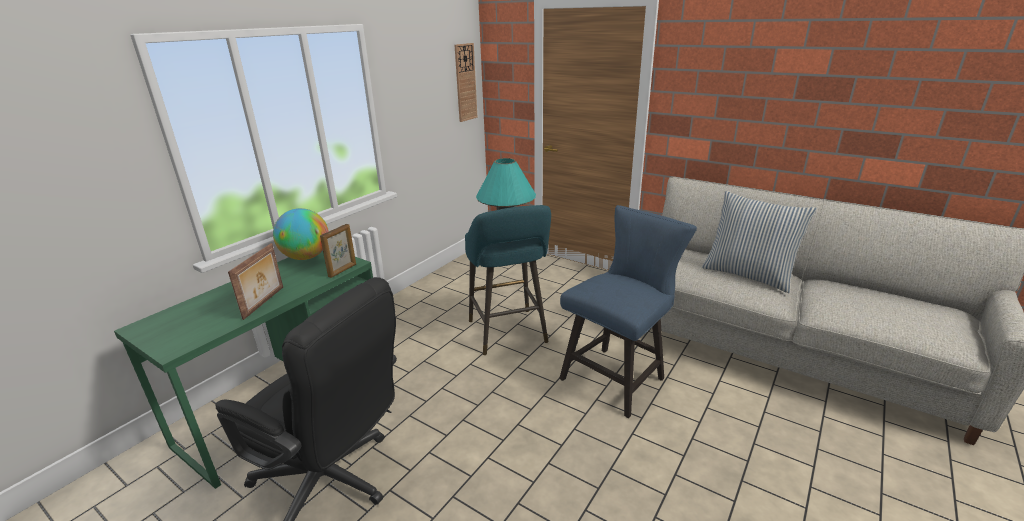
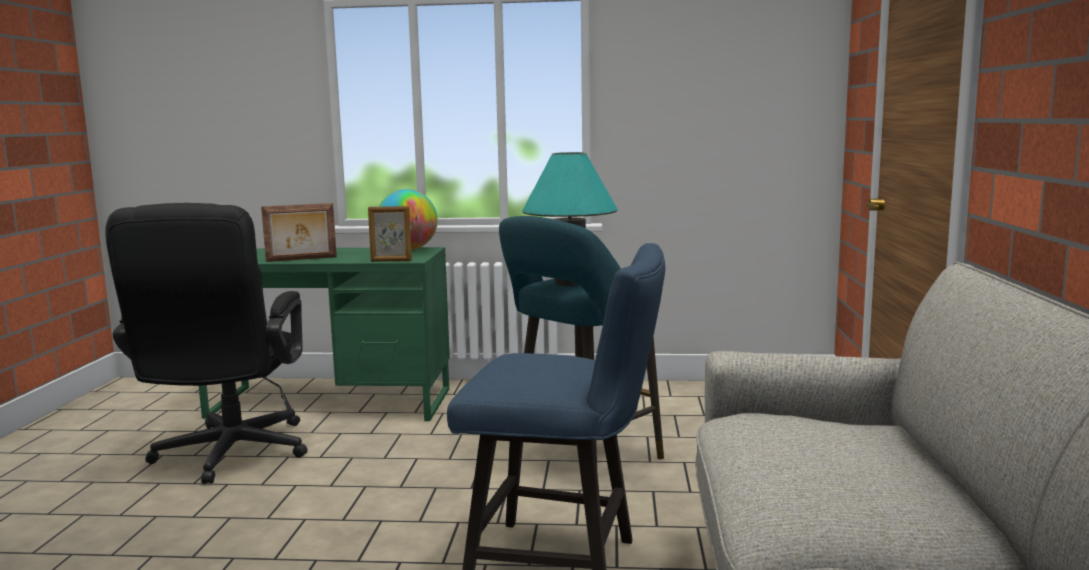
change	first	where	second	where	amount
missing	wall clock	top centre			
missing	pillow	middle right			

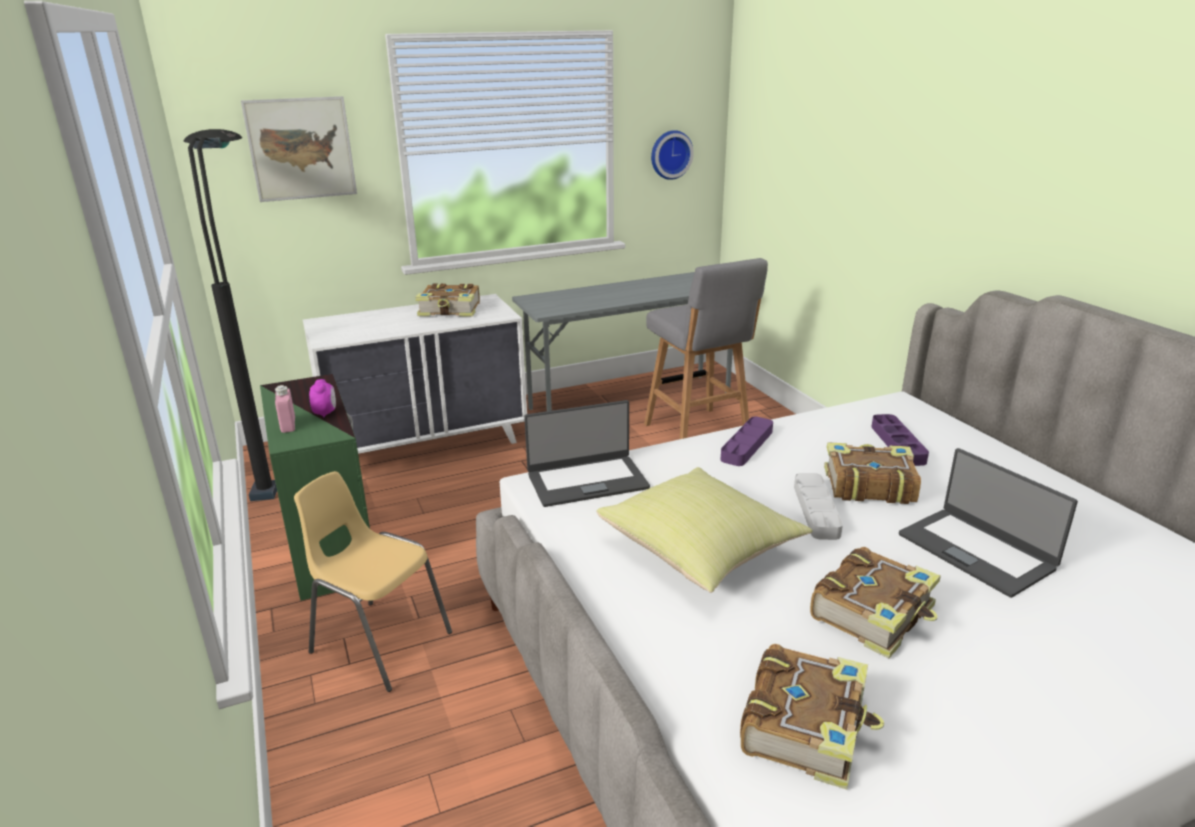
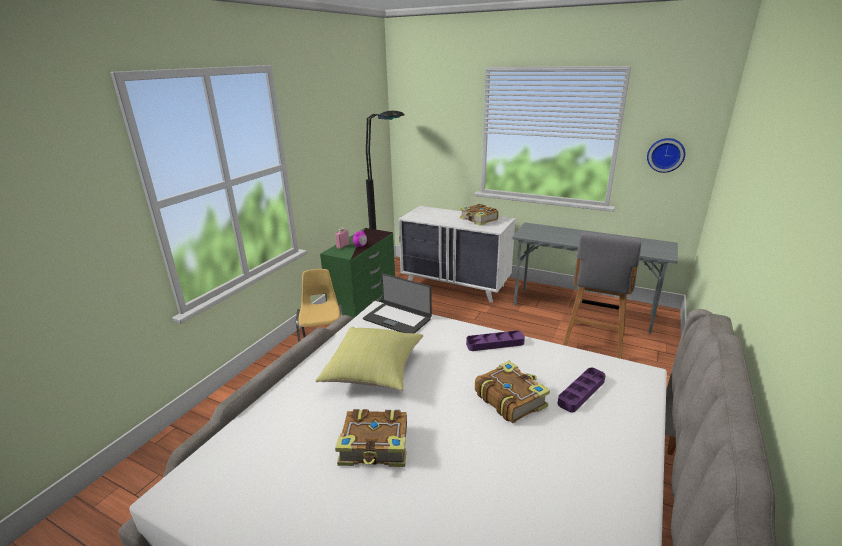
change	first	where	second	where	amount
missing	picture	top left			
missing	book (no. 2 from left)	bottom right			
missing	grey tray	middle right			
missing	laptop (no. 2 from left)	middle right			

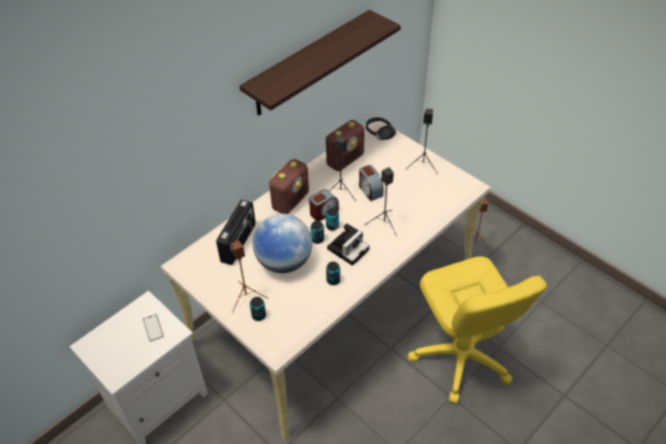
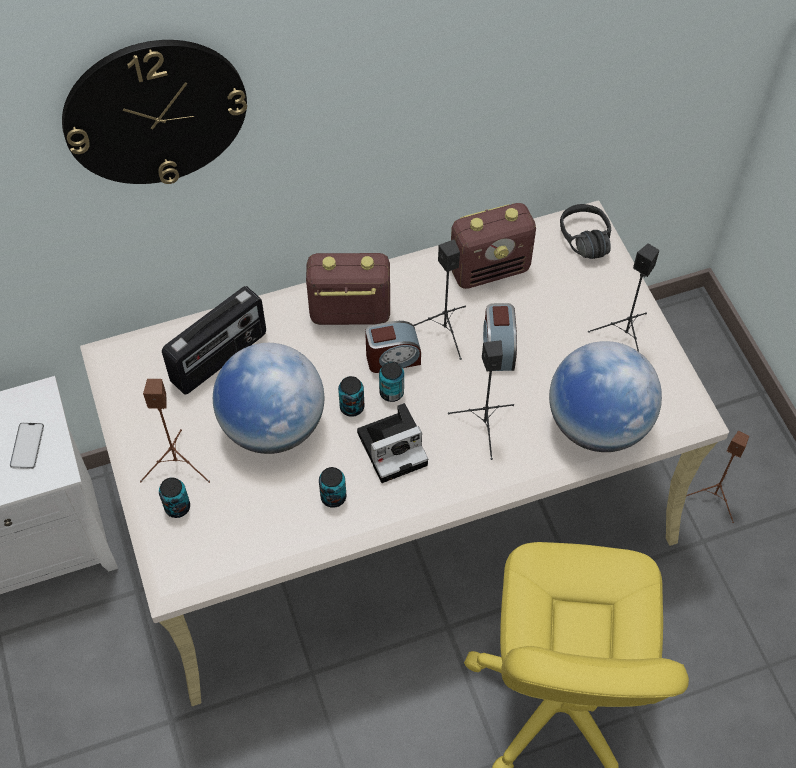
change	first	where	second	where	amount
missing	shelf	top centre			
appeared			wall clock	top left	
appeared			globe (no. 2 from left)	middle right	
spun	radio (no. 2 from left)	centre		centre	150 degrees counterclockwise

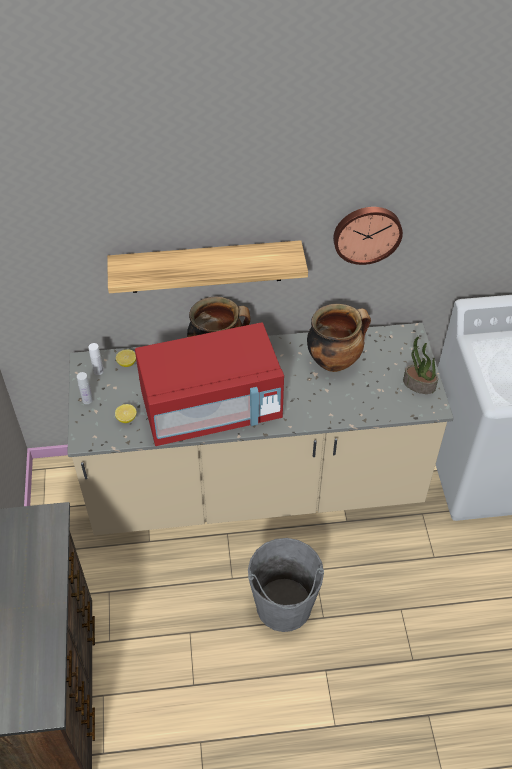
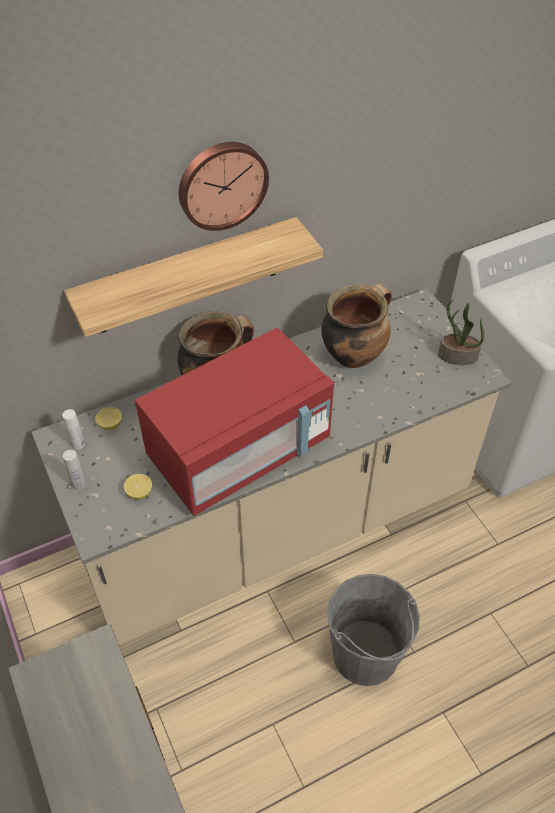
change	first	where	second	where	amount
relocated	wall clock	top right		top centre	

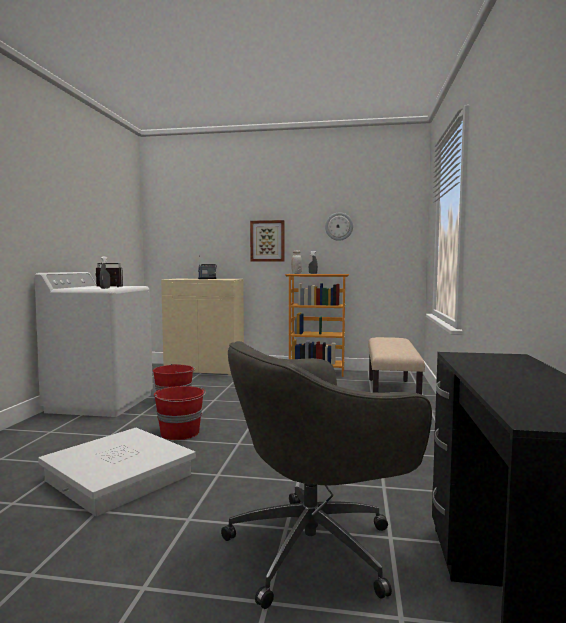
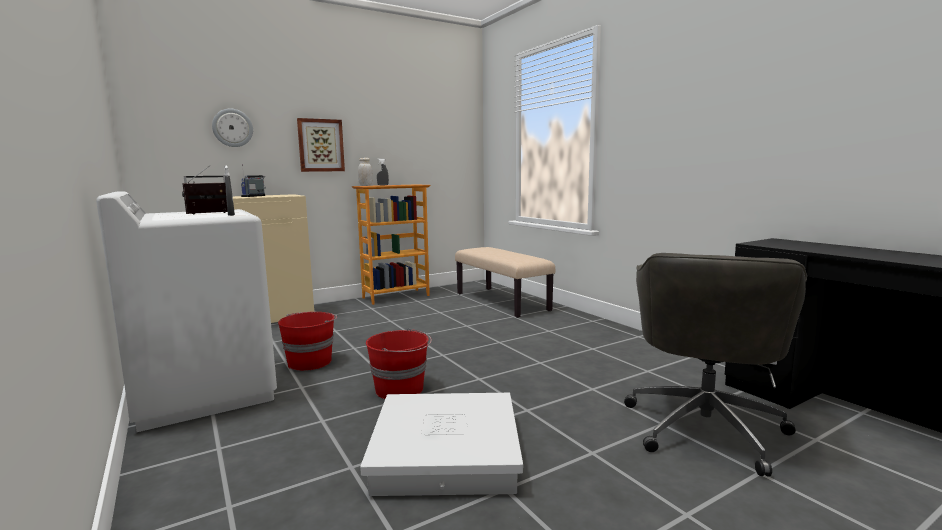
change	first	where	second	where	amount
relocated	wall clock	centre		top left	

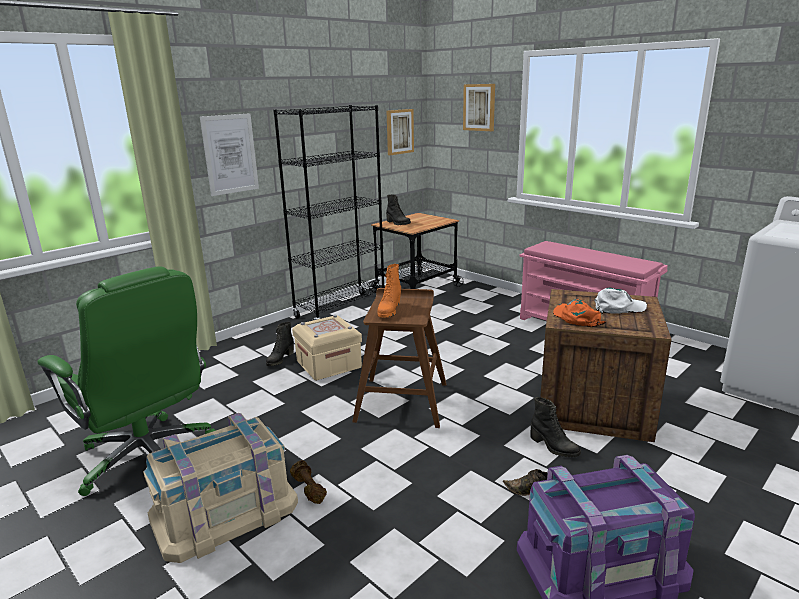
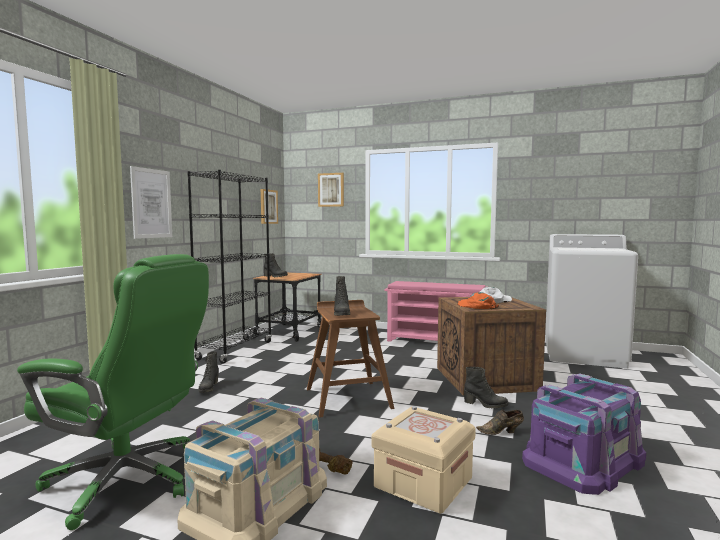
change	first	where	second	where	amount
relocated	beige storage box (no. 2 from left)	centre		bottom centre	
colour	orange boot	centre	black boot (no. 3 from left)	centre	

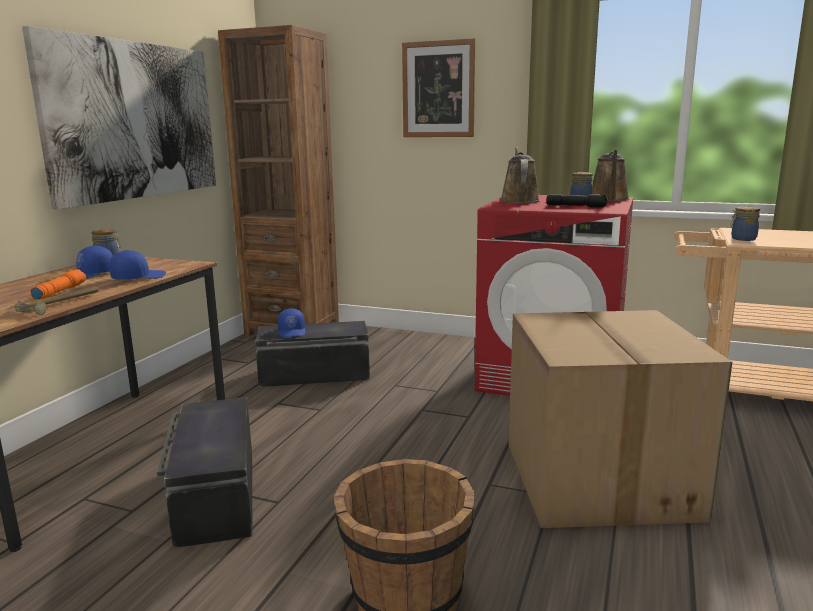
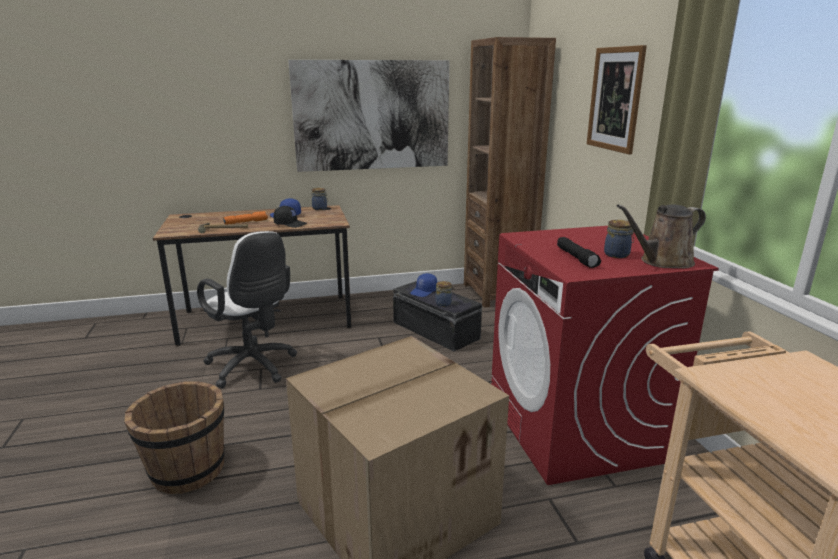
change	first	where	second	where	amount
missing	brown watering can (no. 1 from left)	top centre			
relocated	jar (no. 3 from left in the first image)	middle right	jar (no. 2 from left)	centre	
exchanged	black storage box (no. 1 from left)	bottom left	white office chair	middle left	
colour	blue cap (no. 2 from left)	middle left	black cap	centre	

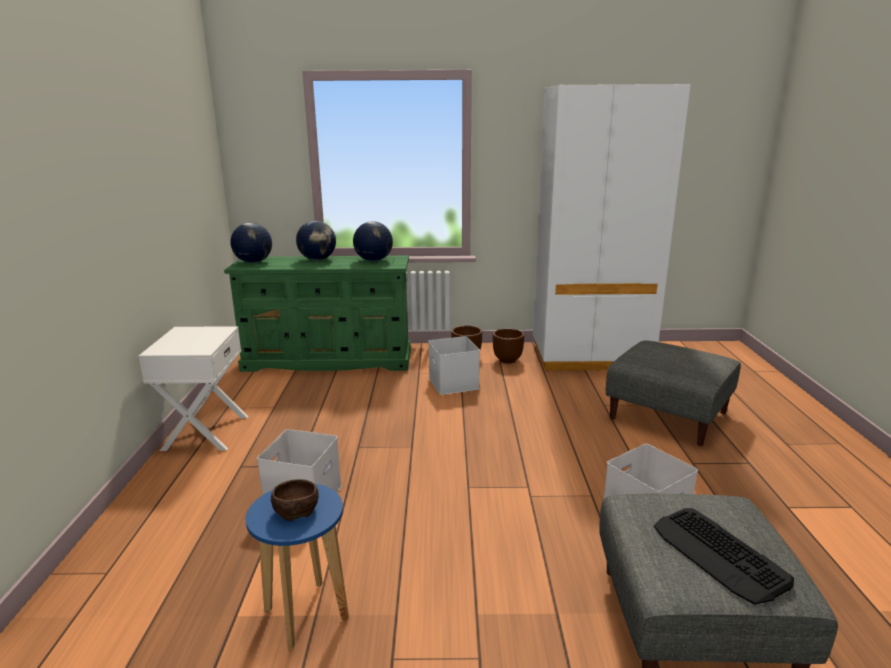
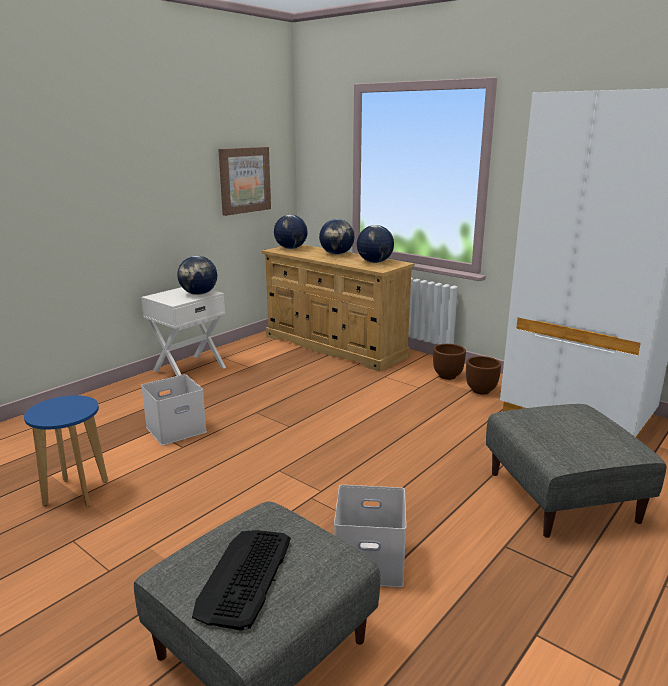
change	first	where	second	where	amount
missing	brown bowl	bottom left			
missing	white storage box (no. 2 from left)	centre			
appeared			globe (no. 1 from left)	middle left	
appeared			picture	top centre	
colour	green dresser	centre	beige dresser	centre	

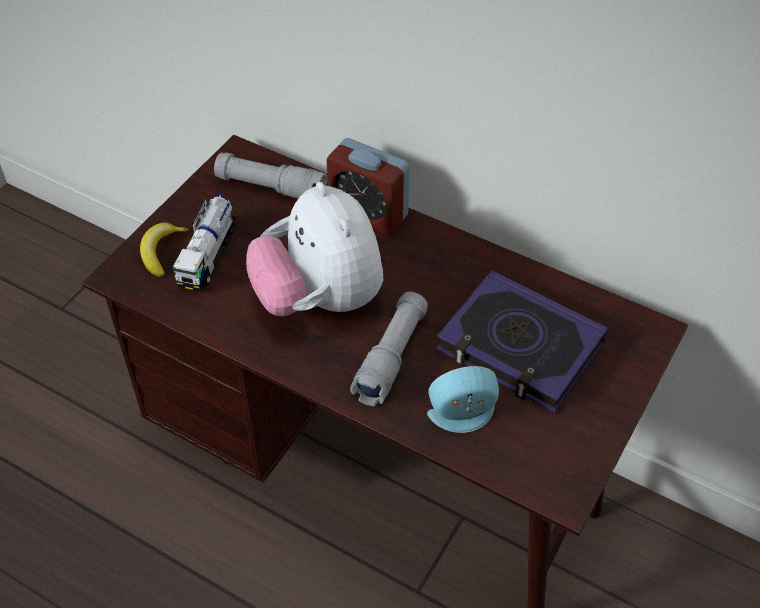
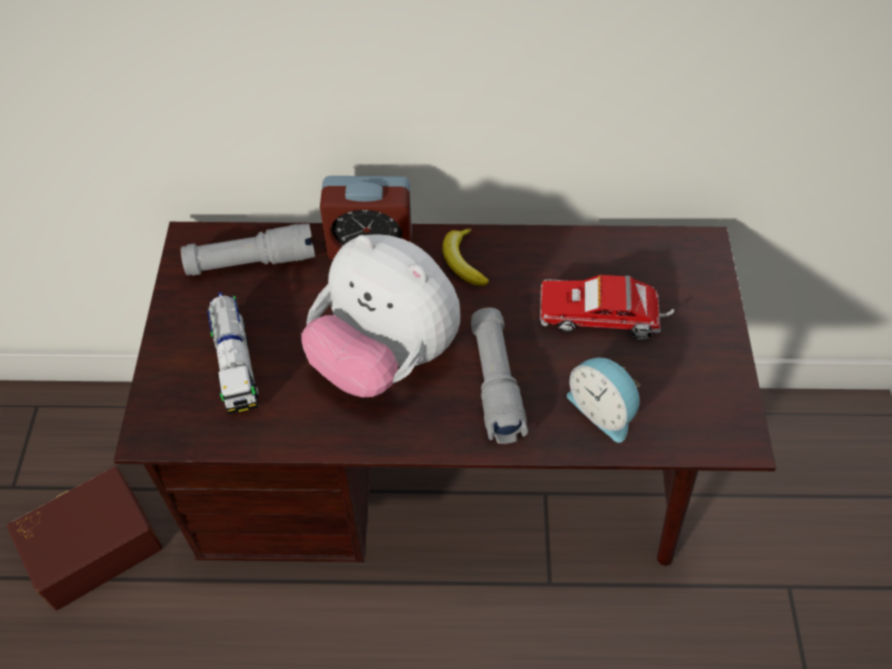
change	first	where	second	where	amount
appeared			brown storage box	bottom left	
relocated	banana	middle left		centre	
exchanged	book	middle right	toy truck (no. 2 from left)	middle right	
spun	alarm clock (no. 2 from left)	centre		middle right	90 degrees counterclockwise

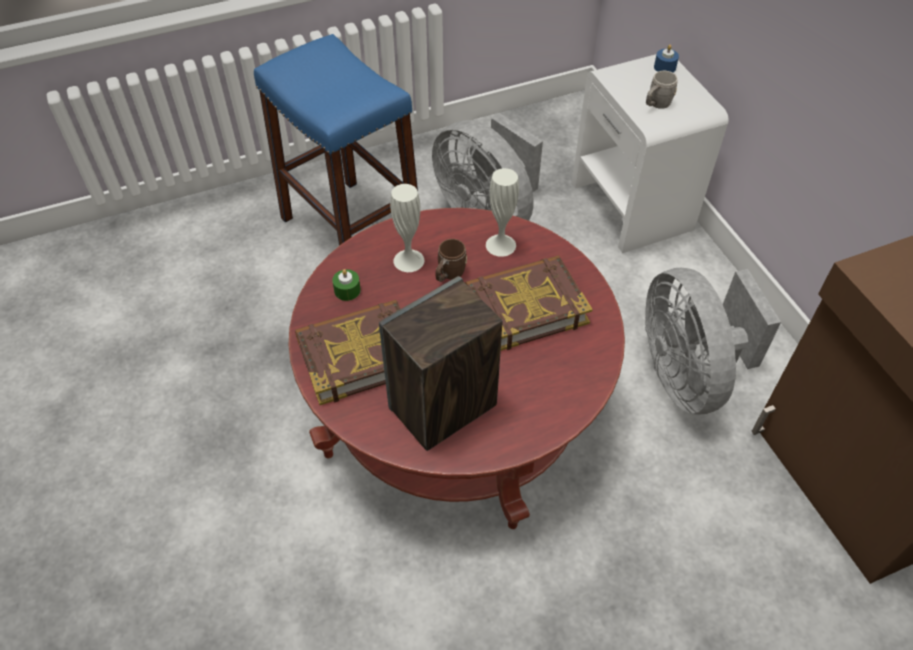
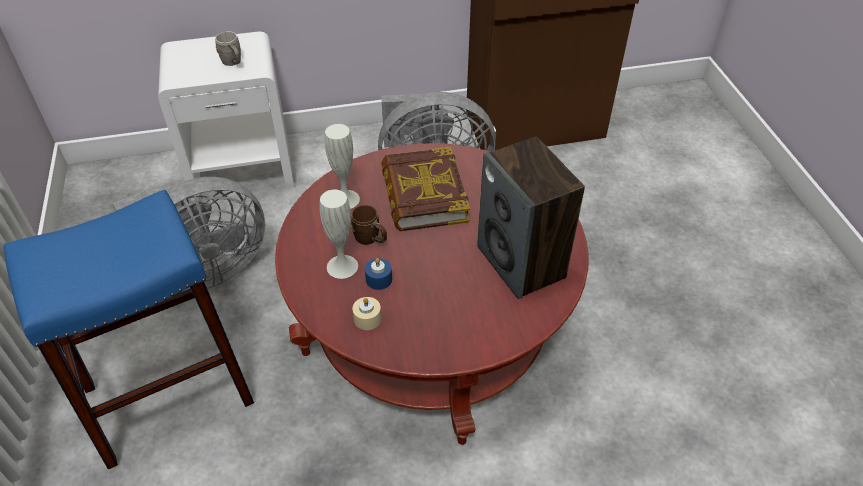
change	first	where	second	where	amount
missing	book (no. 1 from left)	centre			
relocated	blue candle	top right		centre	
colour	green candle	centre	beige candle	centre	

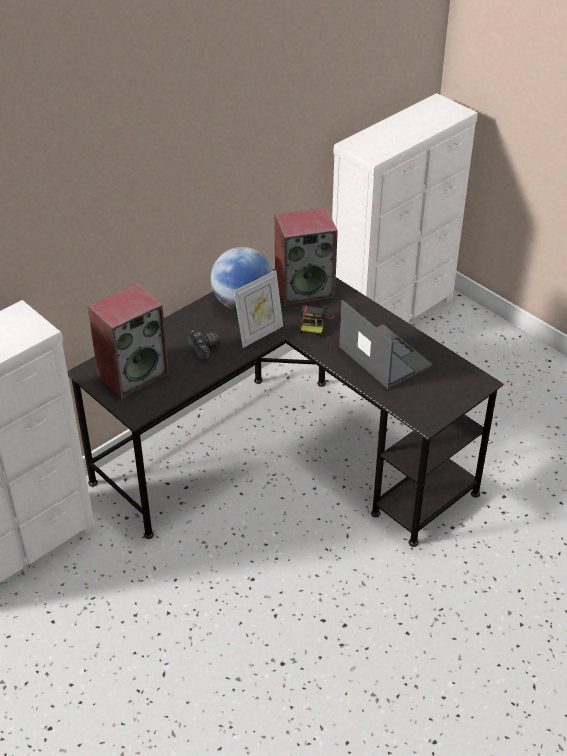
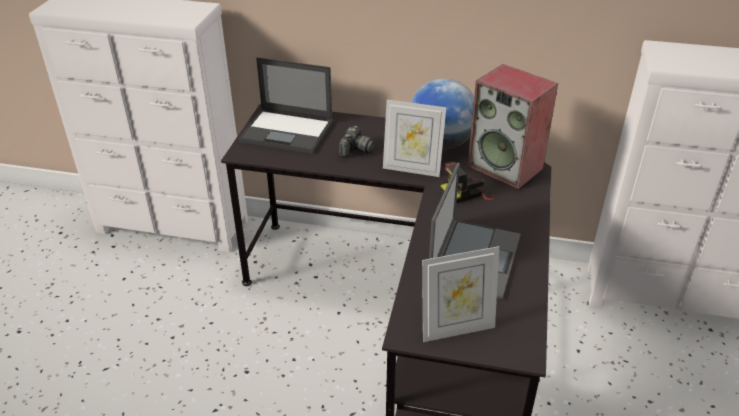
change	first	where	second	where	amount
appeared			picture frame (no. 2 from left)	bottom centre	
exchanged	speaker (no. 1 from left)	middle left	laptop (no. 1 from left)	top centre	

